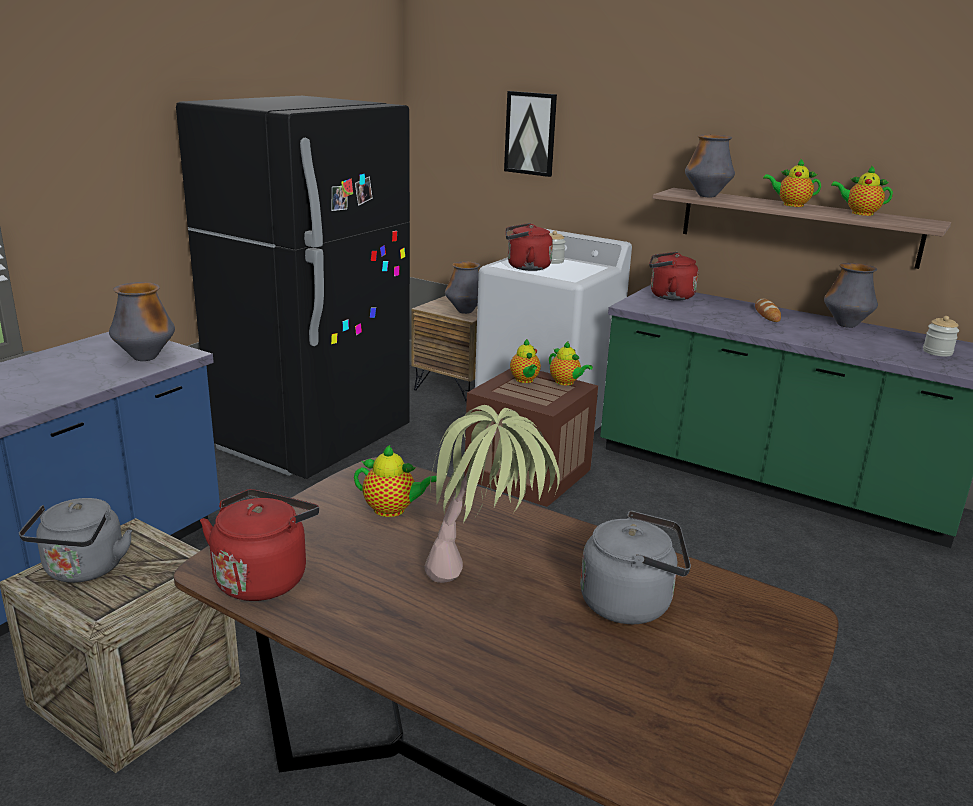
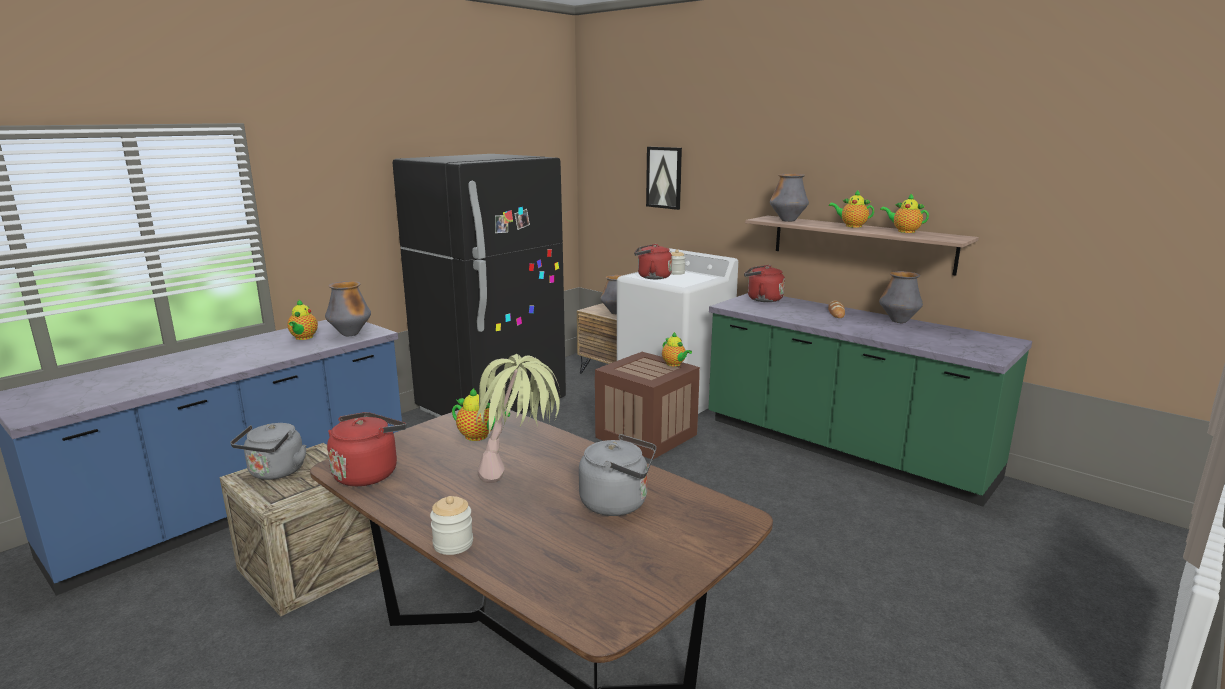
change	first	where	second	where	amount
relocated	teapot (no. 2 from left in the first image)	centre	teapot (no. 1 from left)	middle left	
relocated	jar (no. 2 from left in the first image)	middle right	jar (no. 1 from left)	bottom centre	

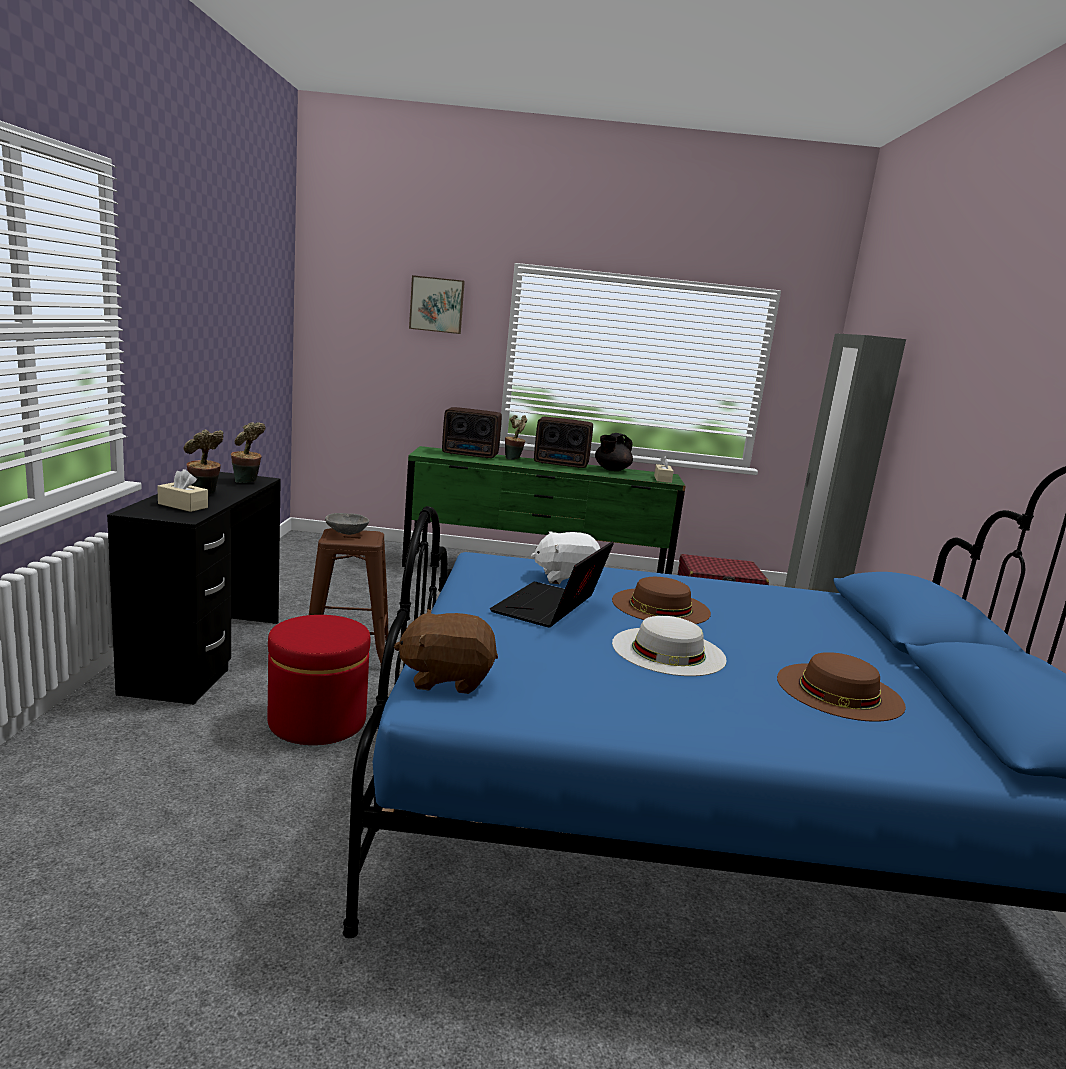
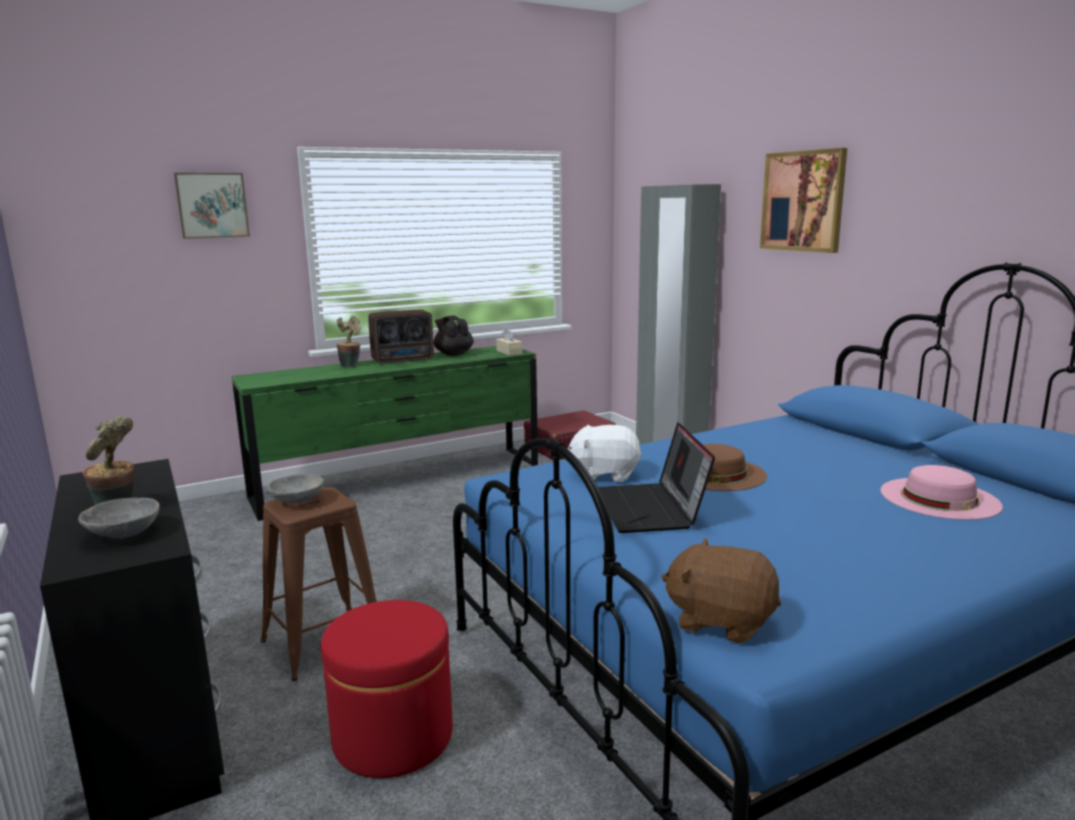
change	first	where	second	where	amount
missing	potted plant (no. 2 from left)	middle left			
missing	radio (no. 1 from left)	centre			
missing	white hat	centre			
appeared			picture (no. 2 from left)	top right	
exchanged	beige tissue box (no. 1 from left)	middle left	grey bowl (no. 1 from left)	middle left	
colour	brown hat (no. 2 from left)	middle right	pink hat	middle right	
spun	brown plush toy	centre		bottom right	60 degrees clockwise
spun	white plush toy	centre		centre	45 degrees clockwise
spun	black teapot	centre		centre	135 degrees clockwise

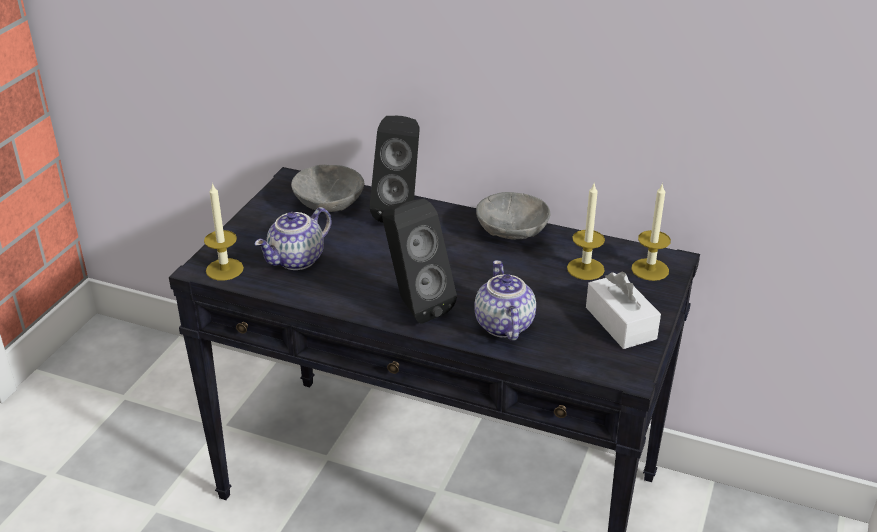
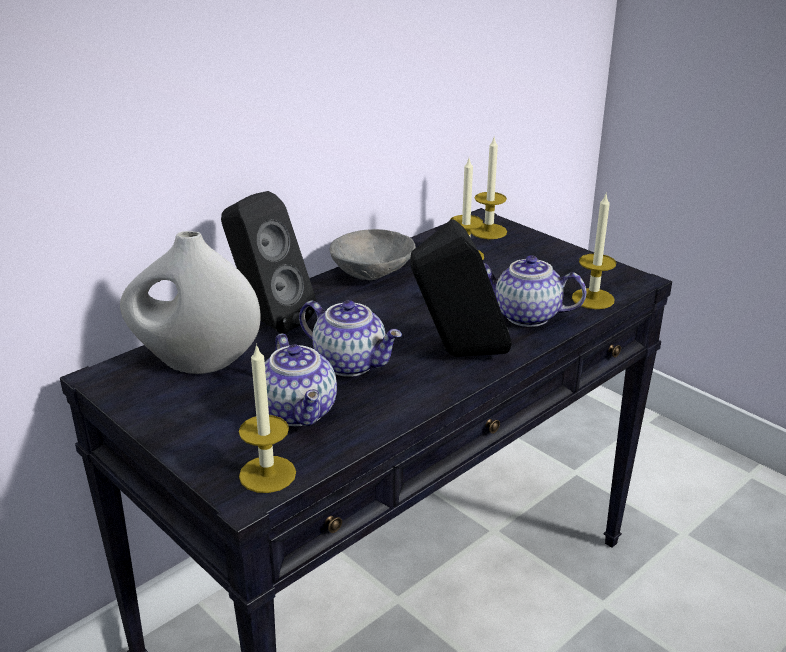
change	first	where	second	where	amount
missing	white tissue box	middle right			
appeared			teapot (no. 2 from left)	centre	
appeared			candle (no. 4 from left)	middle right	
exchanged	grey bowl (no. 1 from left)	centre	white vase	middle left	

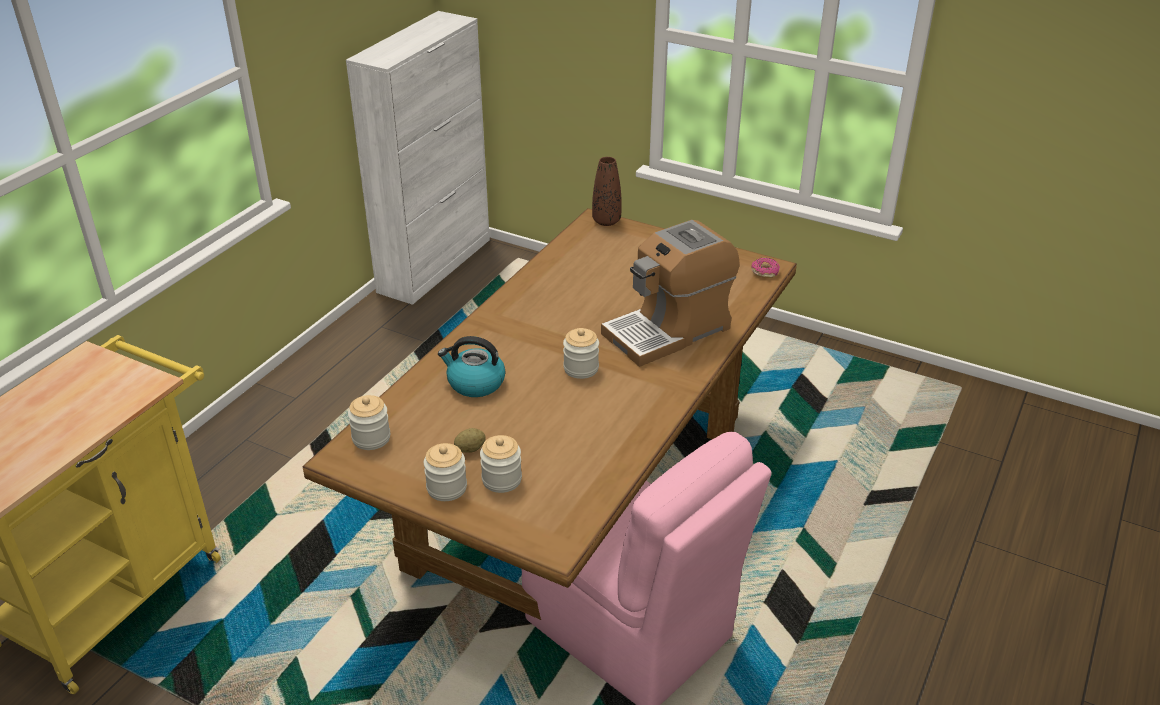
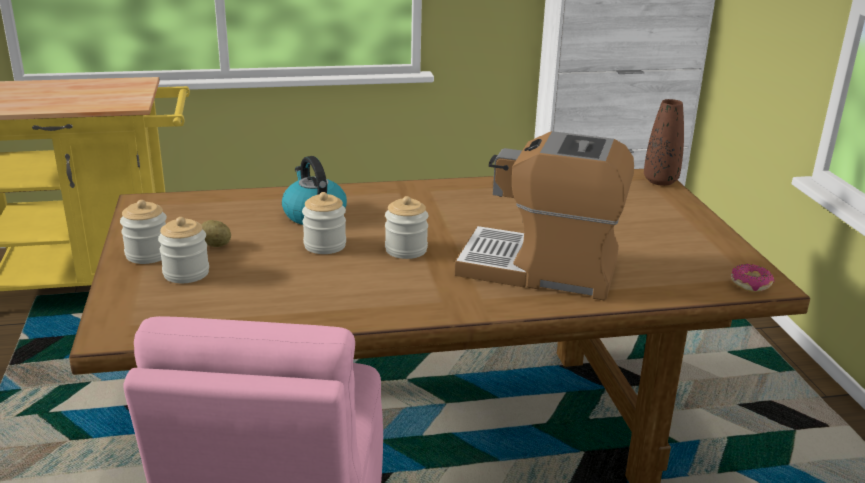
change	first	where	second	where	amount
relocated	jar (no. 1 from left in the first image)	middle left	jar (no. 3 from left)	centre	

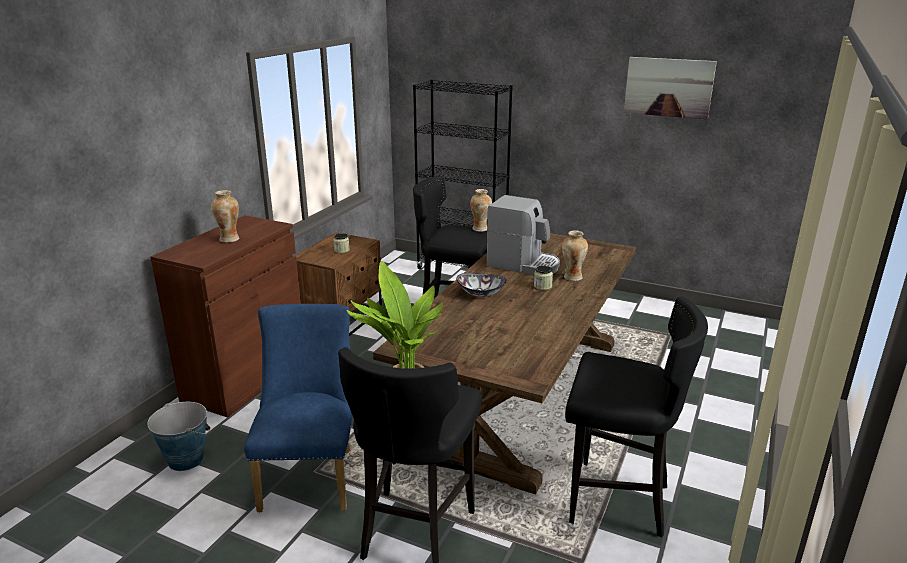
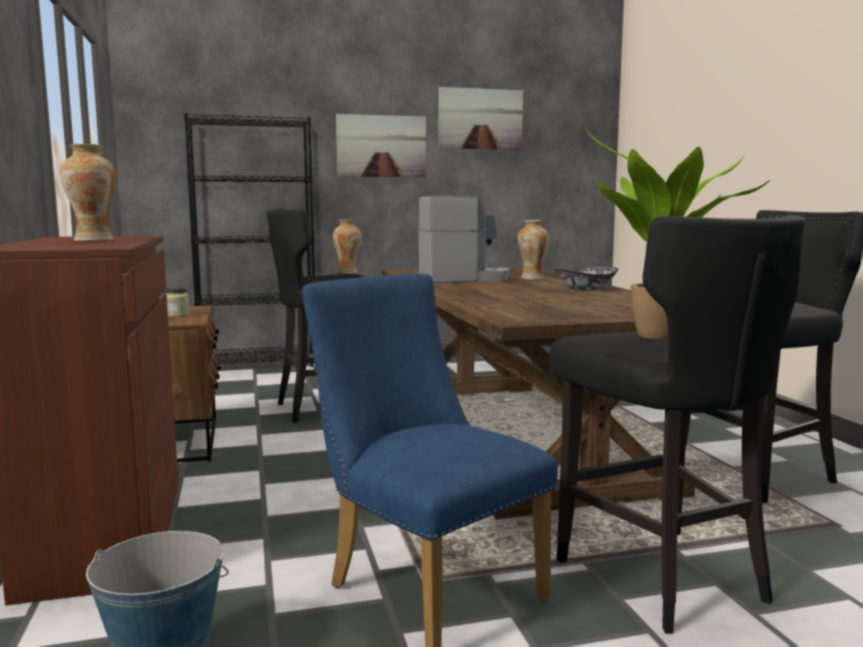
change	first	where	second	where	amount
missing	jar (no. 2 from left)	centre			
appeared			picture (no. 1 from left)	top centre	
relocated	bowl	centre		middle right	

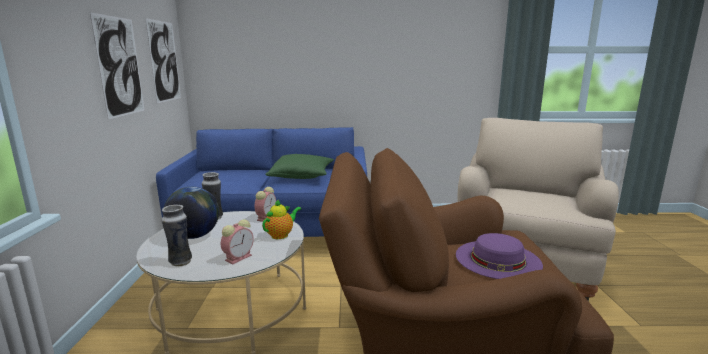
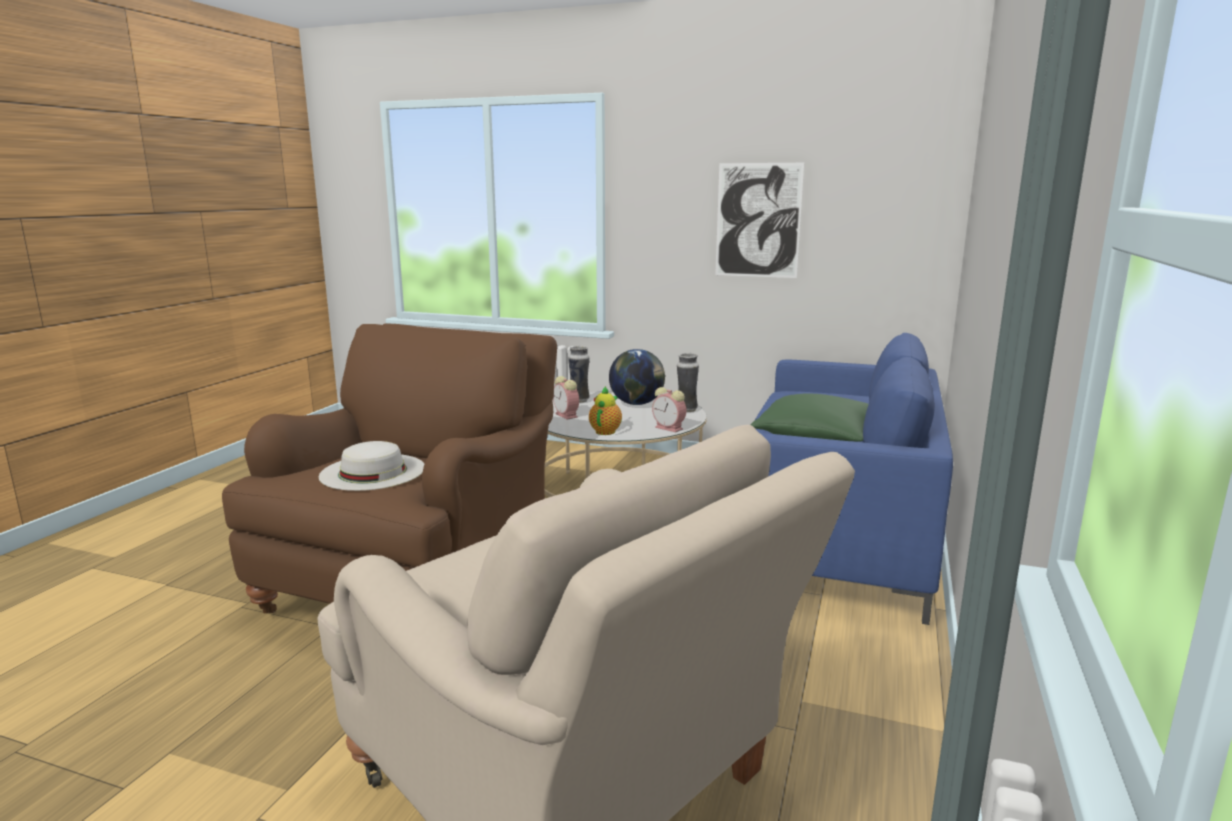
change	first	where	second	where	amount
missing	picture (no. 2 from left)	top left			
colour	purple hat	bottom right	white hat	middle left	
spun	teapot	centre		centre	135 degrees counterclockwise

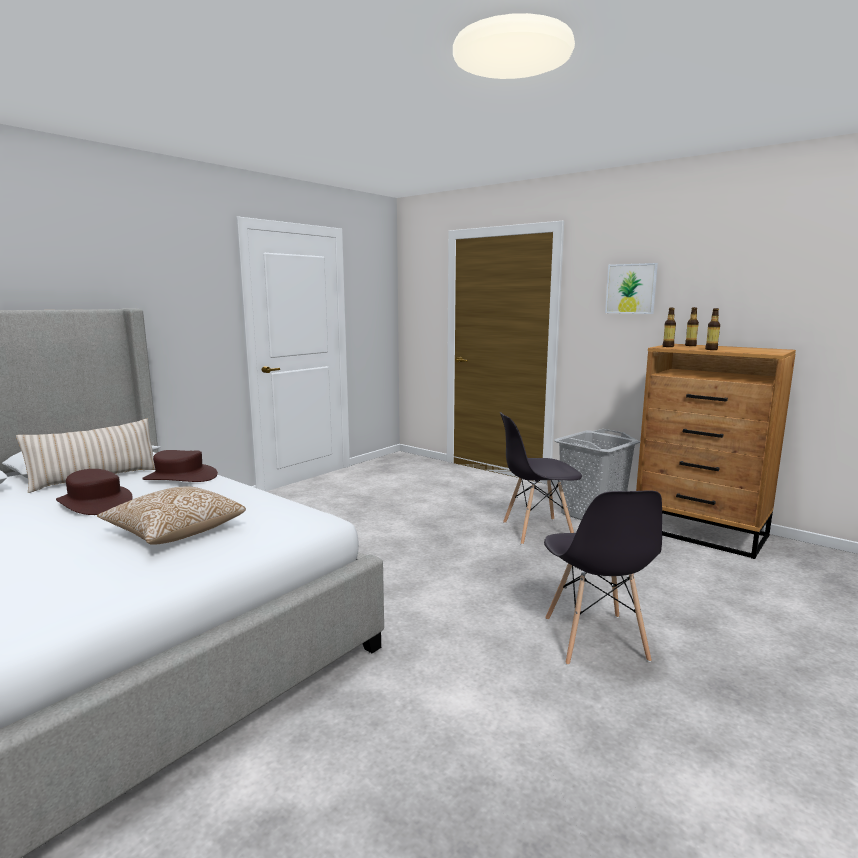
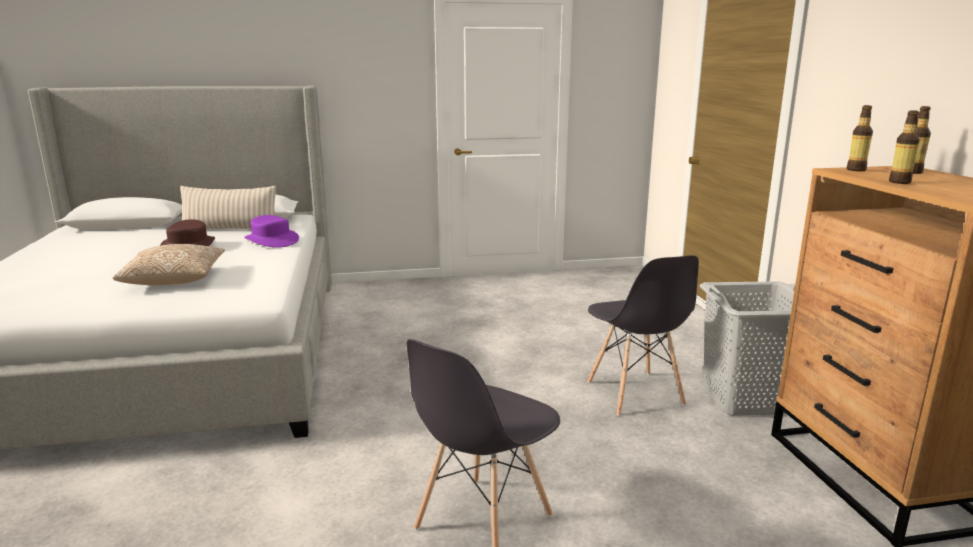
change	first	where	second	where	amount
missing	picture	middle right			
colour	brown hat (no. 2 from left)	middle left	purple hat	middle left	
spun	grey chair (no. 1 from left in the first image)	centre	grey chair (no. 2 from left)	centre	135 degrees counterclockwise

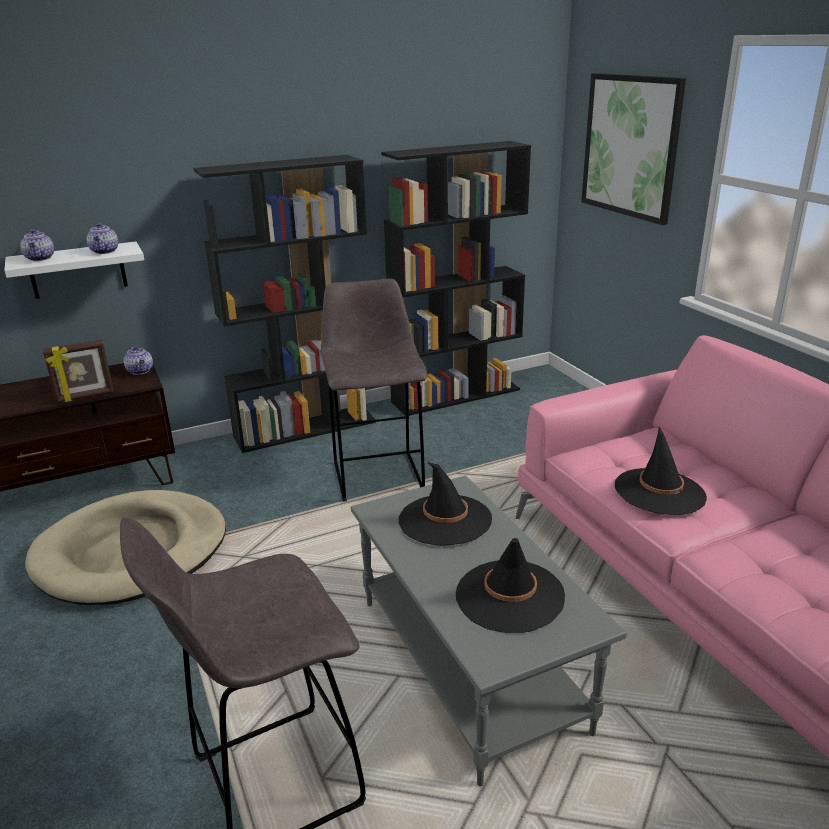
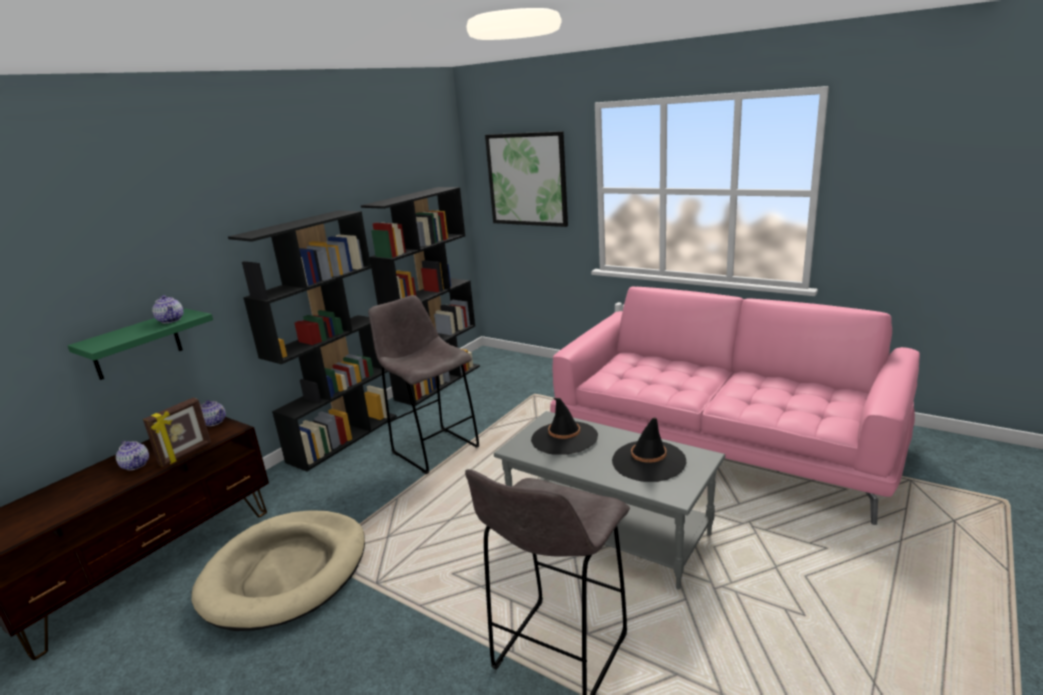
change	first	where	second	where	amount
missing	black hat (no. 3 from left)	middle right			
relocated	teapot (no. 1 from left)	top left		middle left	
colour	white shelf	top left	green shelf	middle left	

